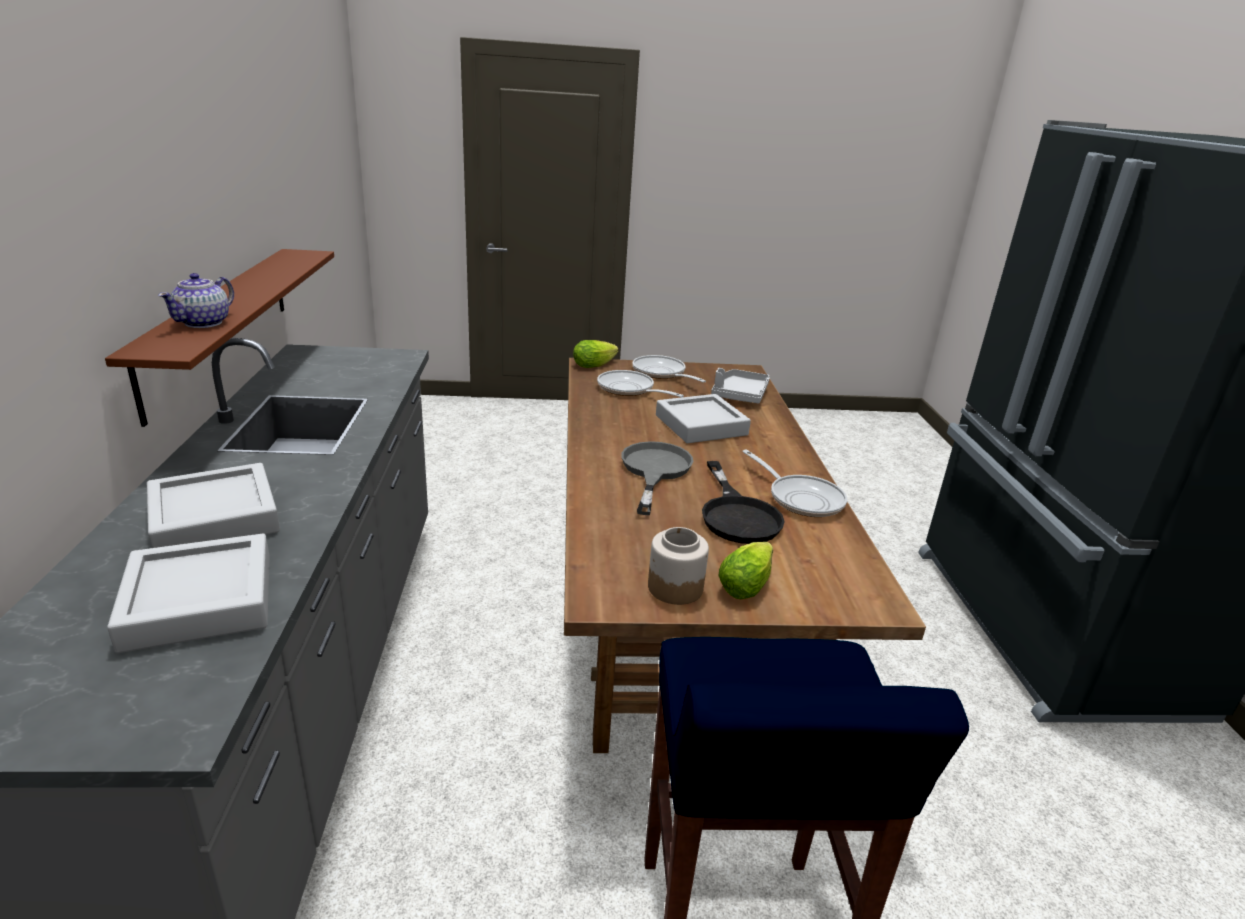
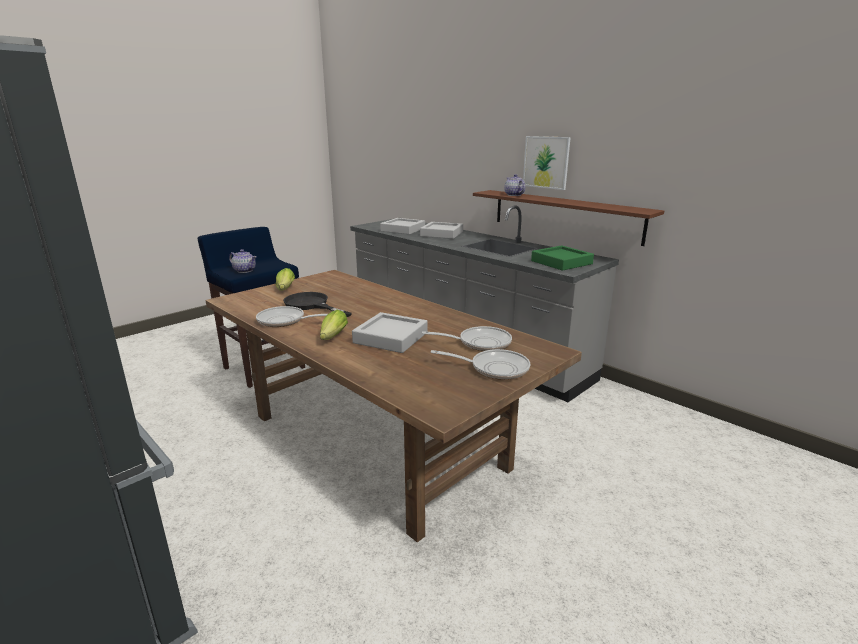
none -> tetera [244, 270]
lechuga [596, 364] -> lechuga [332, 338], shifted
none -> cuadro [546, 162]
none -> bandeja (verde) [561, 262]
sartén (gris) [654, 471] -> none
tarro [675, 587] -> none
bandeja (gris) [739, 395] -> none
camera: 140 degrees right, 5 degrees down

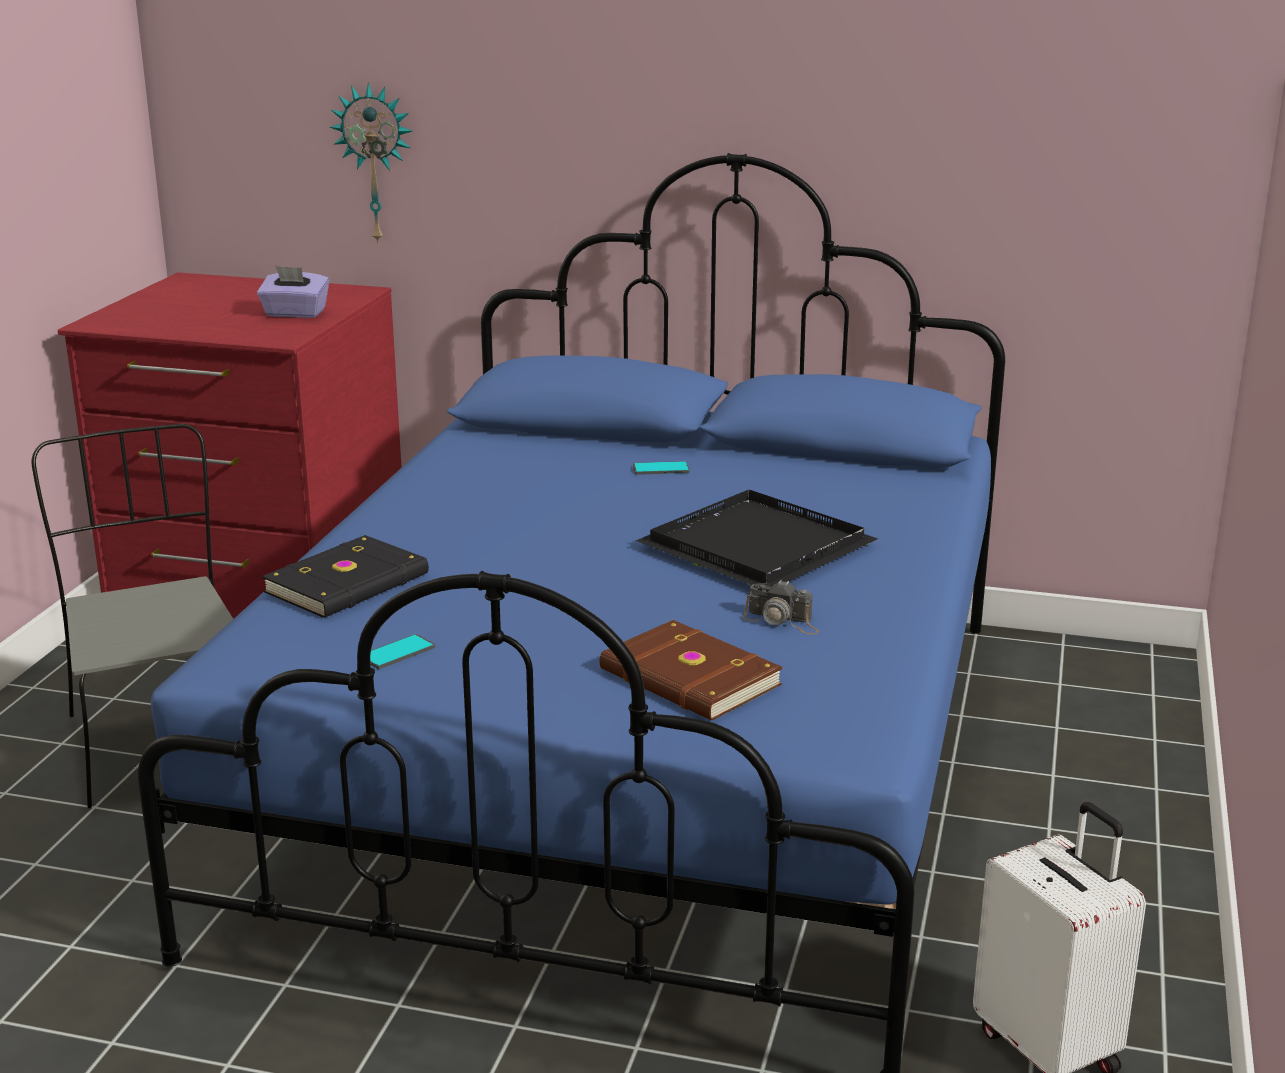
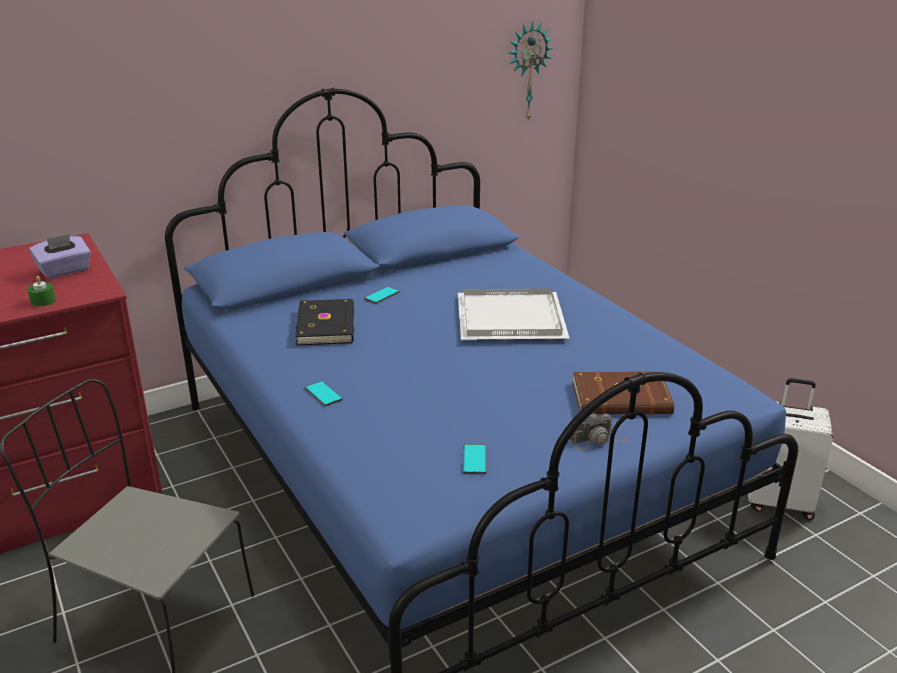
none -> vela (verde) [43, 301]
libro (negro) [349, 584] -> libro (negro) [327, 325], shifted
none -> móvil [323, 394]
bandeja (negro) [756, 545] -> bandeja (blanco) [508, 318]
reloj de pared [376, 163] -> reloj de pared [527, 71], shifted
cámara [782, 621] -> cámara [598, 439], shifted
camera: 45 degrees left, 5 degrees up

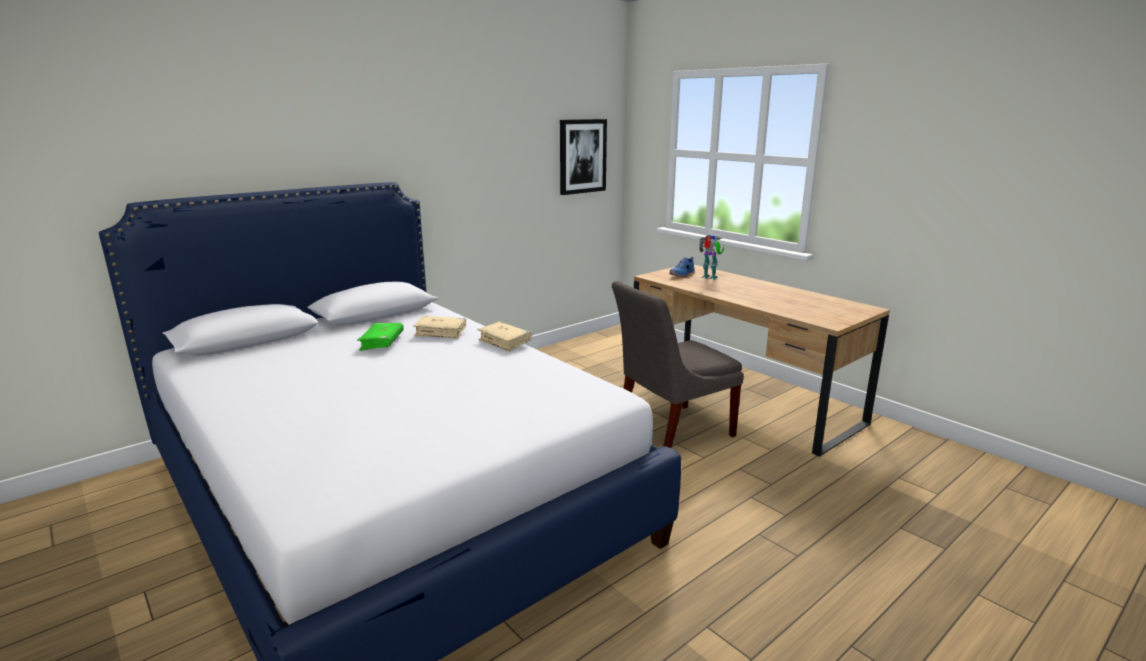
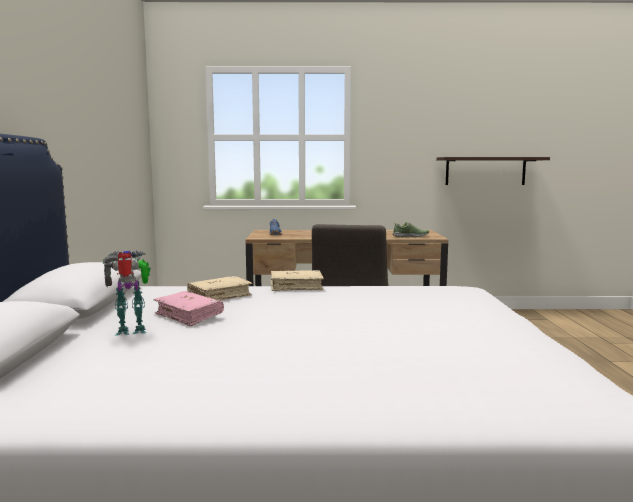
robot de juguete [709, 278] -> robot de juguete [133, 331], shifted
libro (verde) [382, 342] -> libro (rosa) [189, 316]
none -> zapato [410, 237]
none -> estante [485, 171]
cuadro [582, 156] -> none
camera: 50 degrees left, 10 degrees down

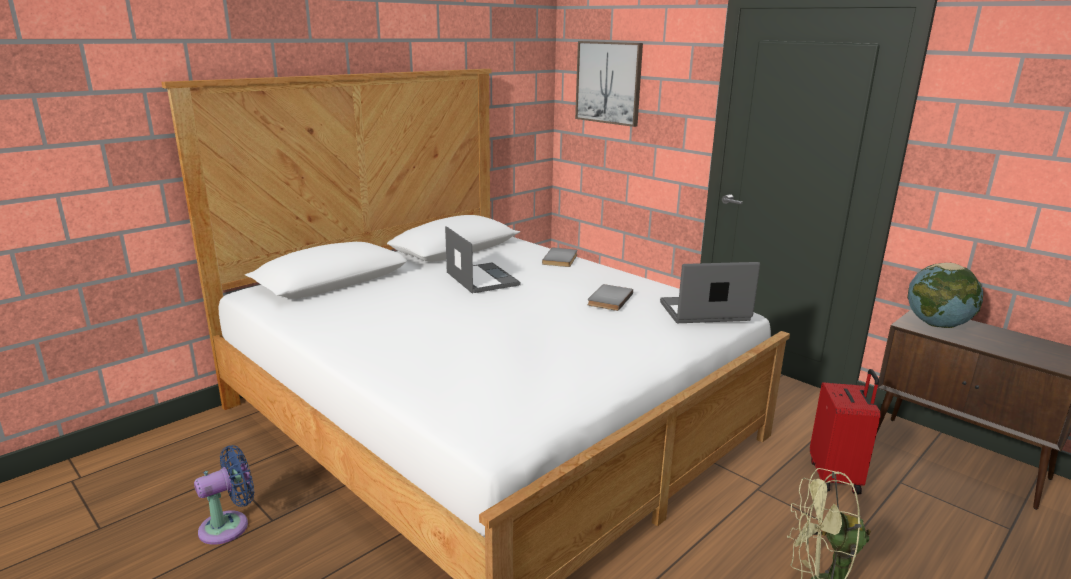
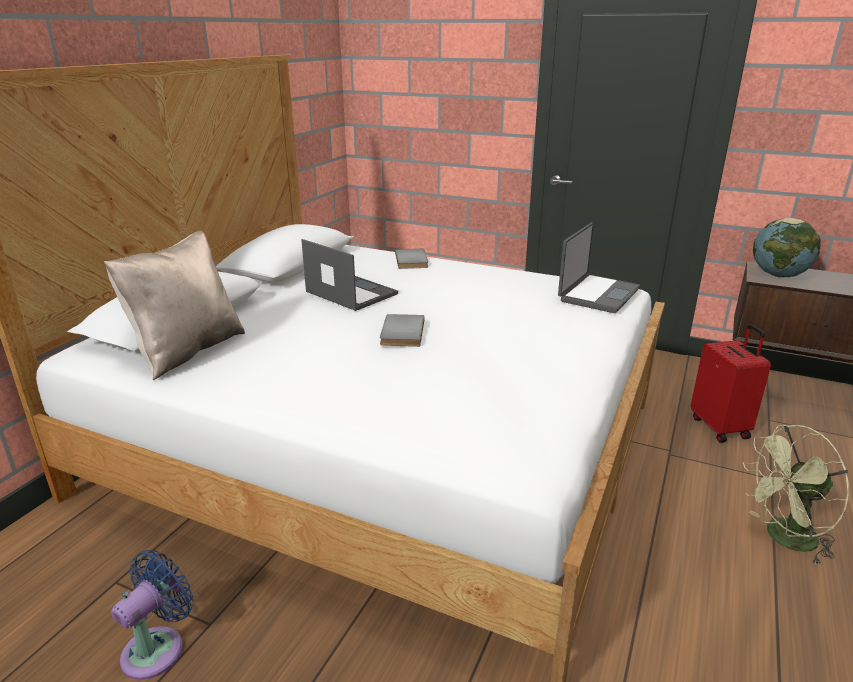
none -> cojín (beis) [187, 350]
libro (gris) [608, 299] -> libro (gris) [400, 333], shifted
portátil [704, 312] -> portátil [597, 294], 150 degrees clockwise
cuadro [609, 82] -> none
camera: 20 degrees left, 5 degrees up

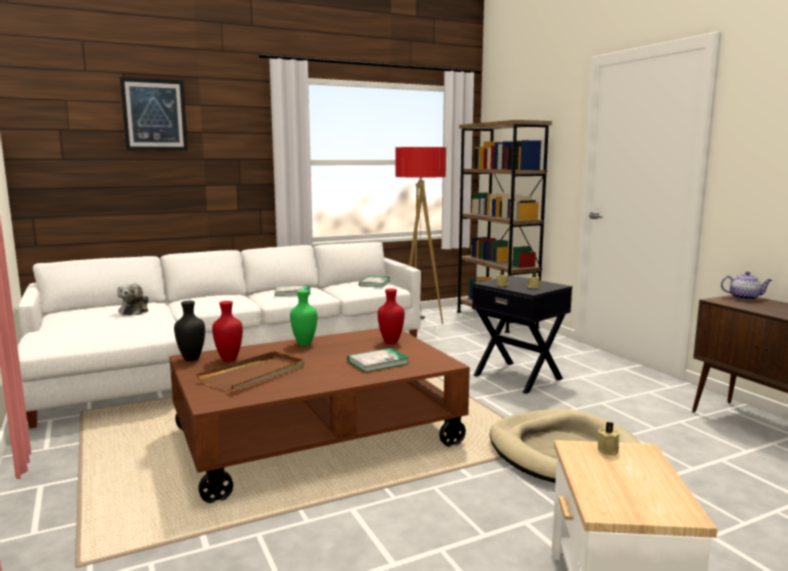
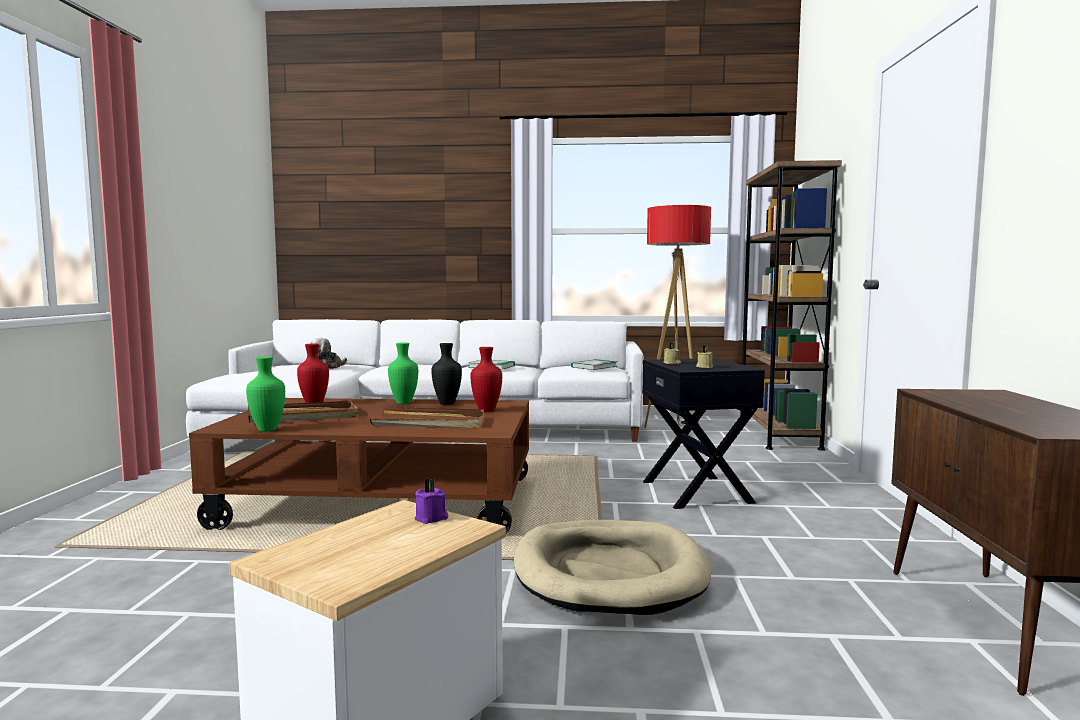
none -> florero (verde) [268, 430]
libro [378, 362] -> bandeja (marrón) [429, 422]
vela (beis) [609, 450] -> vela (morado) [432, 518]
florero (negro) [192, 359] -> florero (negro) [448, 403], shifted
cuadro [154, 115] -> none
tetera [745, 298] -> none
camera: 30 degrees right, 5 degrees down

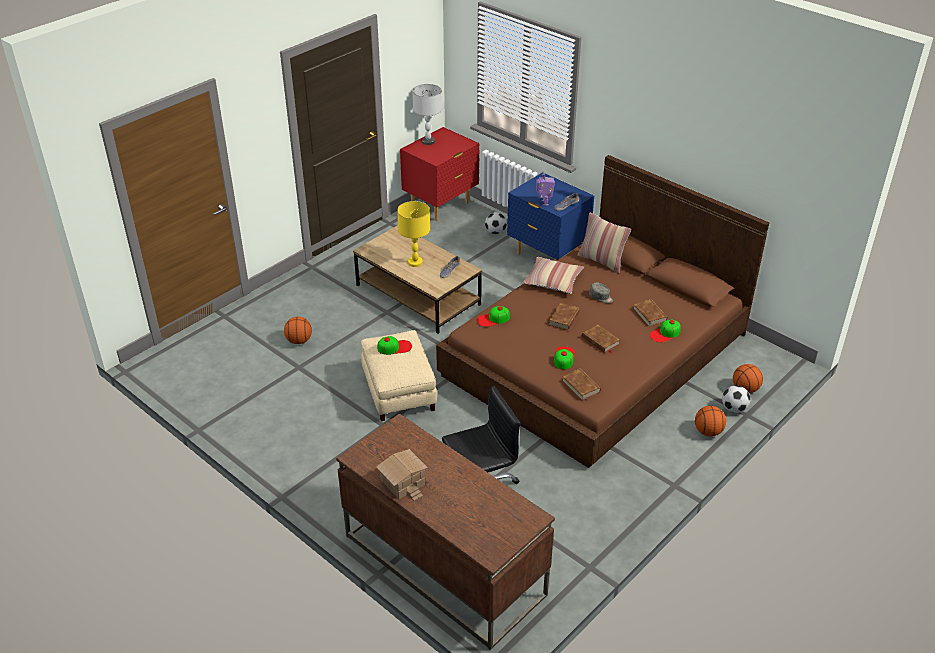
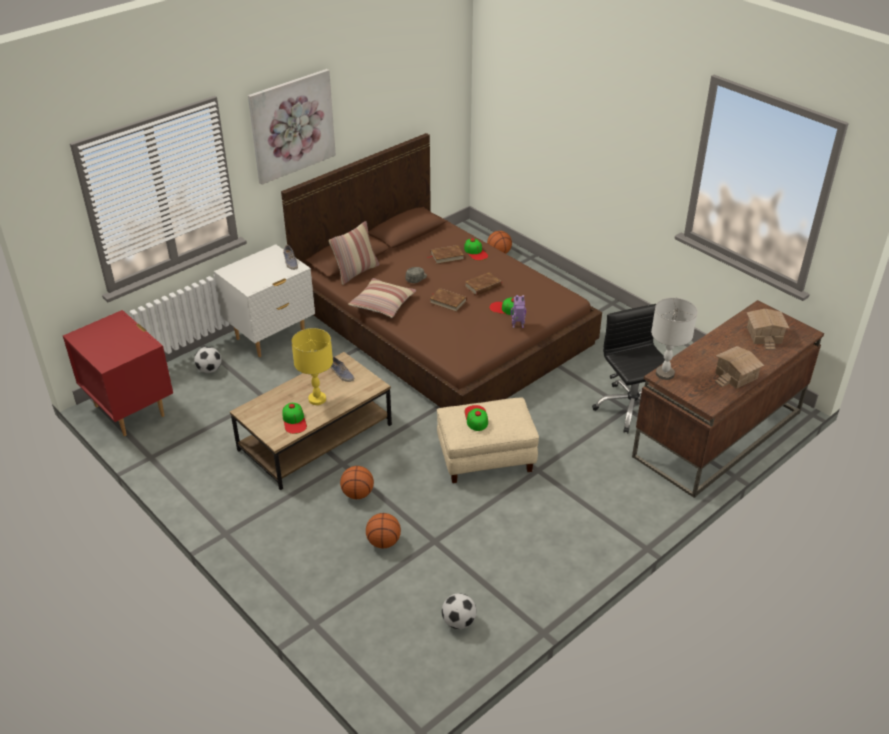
mesita de noche (azul) [547, 256] -> mesita de noche (blanco) [271, 337]
none -> cuadro [292, 126]
gorra [493, 319] -> gorra [294, 421], shifted
balón de baloncesto [708, 432] -> balón de baloncesto [357, 494], shifted
balón de fútbol [733, 409] -> balón de fútbol [458, 622], shifted
robot de juguete [544, 203] -> robot de juguete [518, 326], shifted
lámpara de mesa (gris) [428, 141] -> lámpara de mesa (gris) [664, 373], shifted
none -> casita [765, 335]
libro (marrón) [580, 386] -> none
camera: 85 degrees left, 0 degrees up

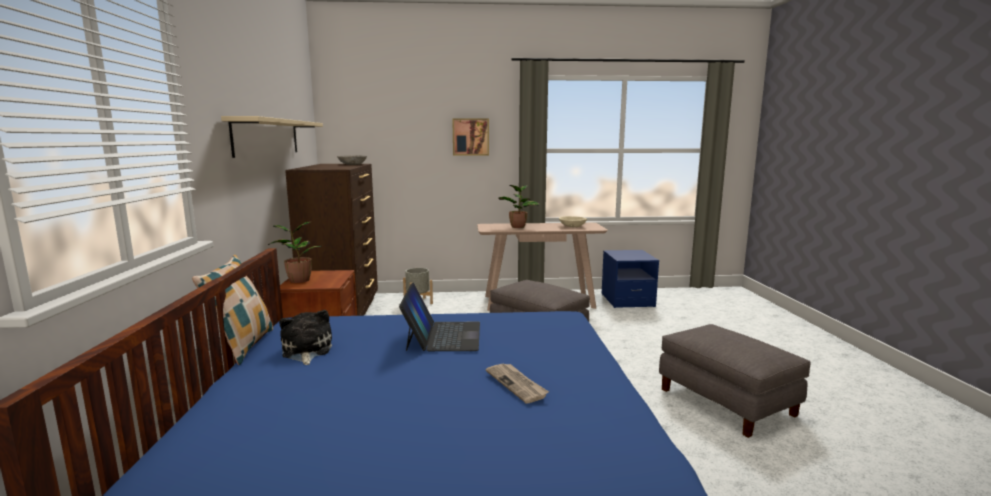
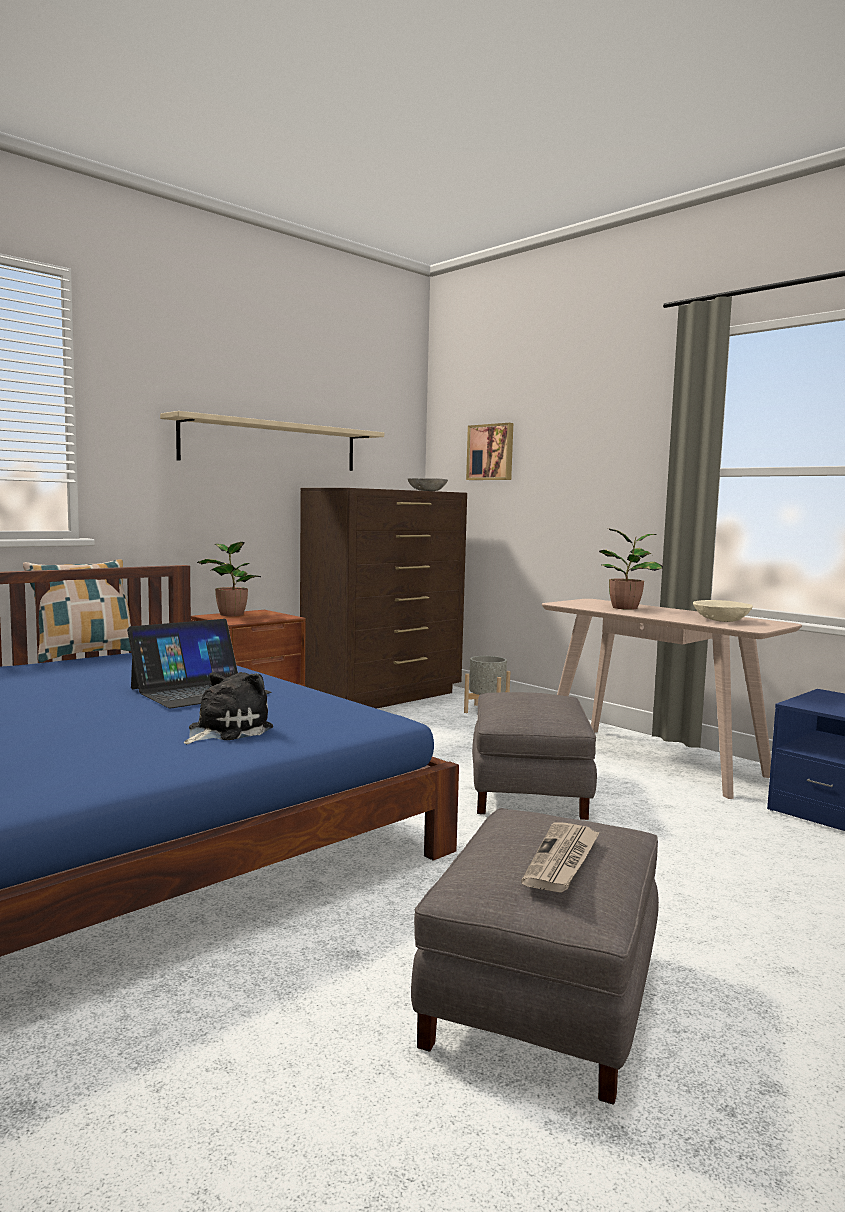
peluche [306, 350] -> peluche [225, 730], shifted
cuadro [470, 137] -> cuadro [491, 452], shifted
periódico [517, 384] -> periódico [562, 860], shifted
camera: 50 degrees right, 5 degrees down

